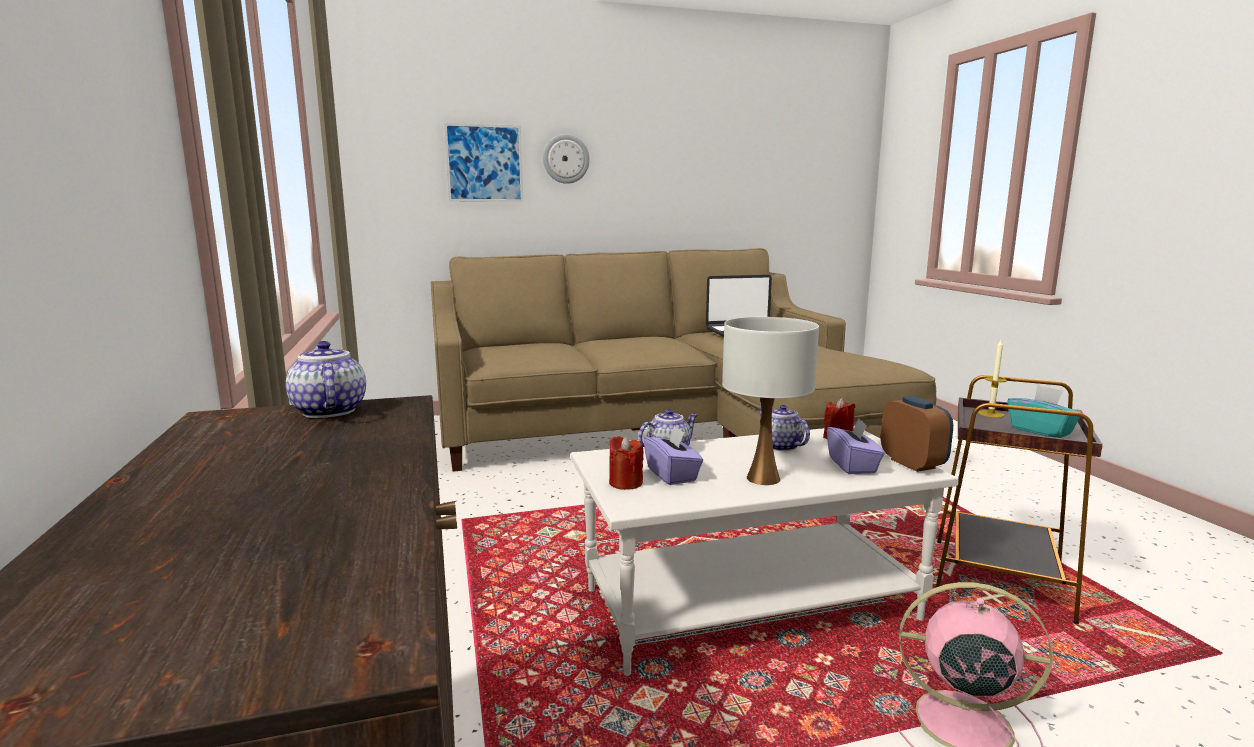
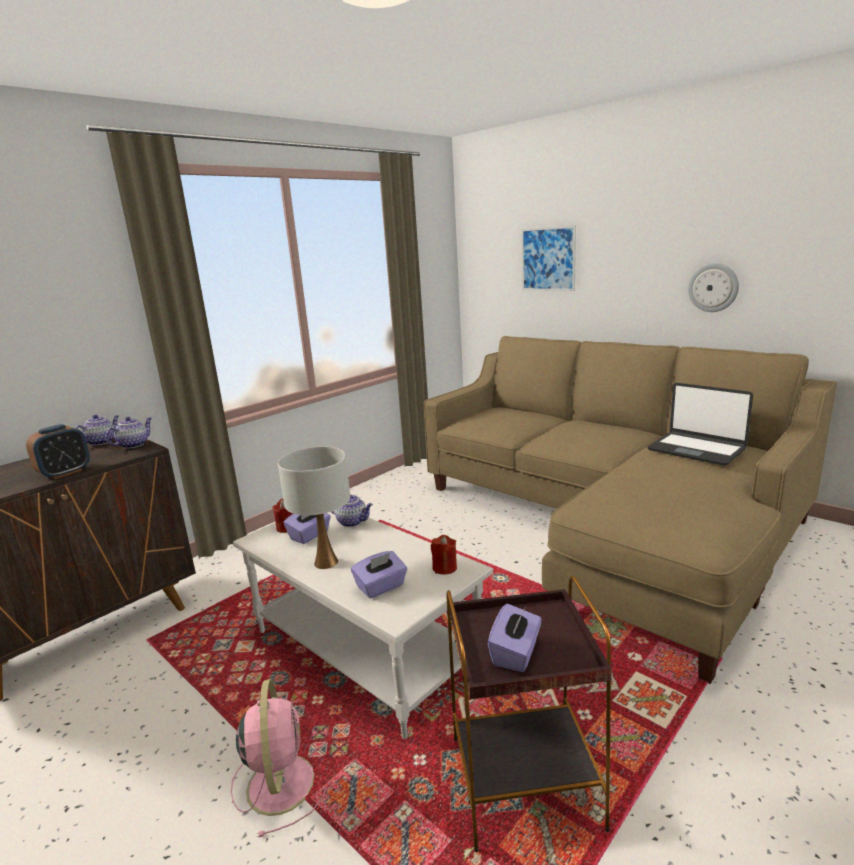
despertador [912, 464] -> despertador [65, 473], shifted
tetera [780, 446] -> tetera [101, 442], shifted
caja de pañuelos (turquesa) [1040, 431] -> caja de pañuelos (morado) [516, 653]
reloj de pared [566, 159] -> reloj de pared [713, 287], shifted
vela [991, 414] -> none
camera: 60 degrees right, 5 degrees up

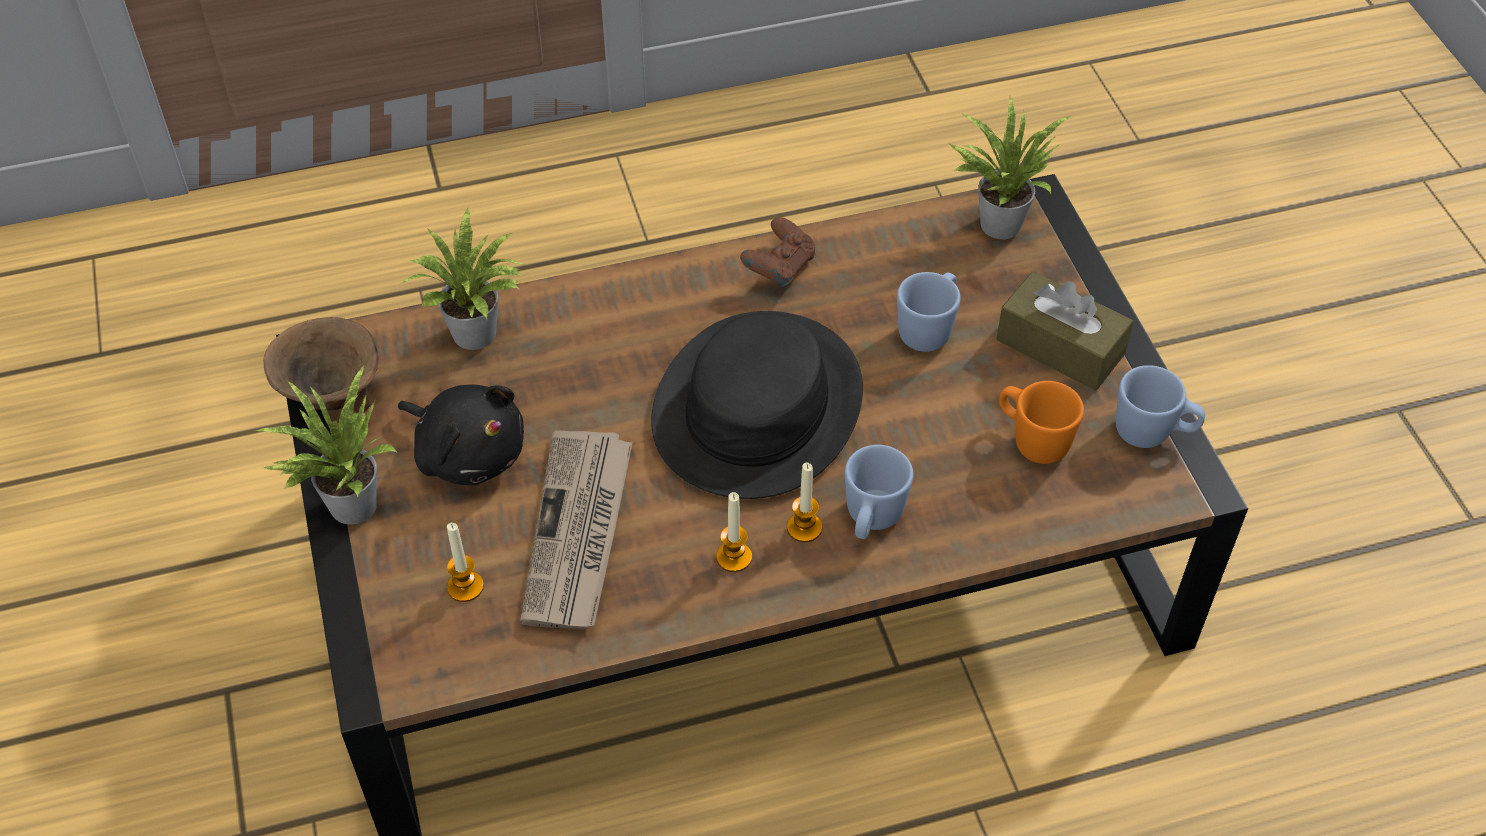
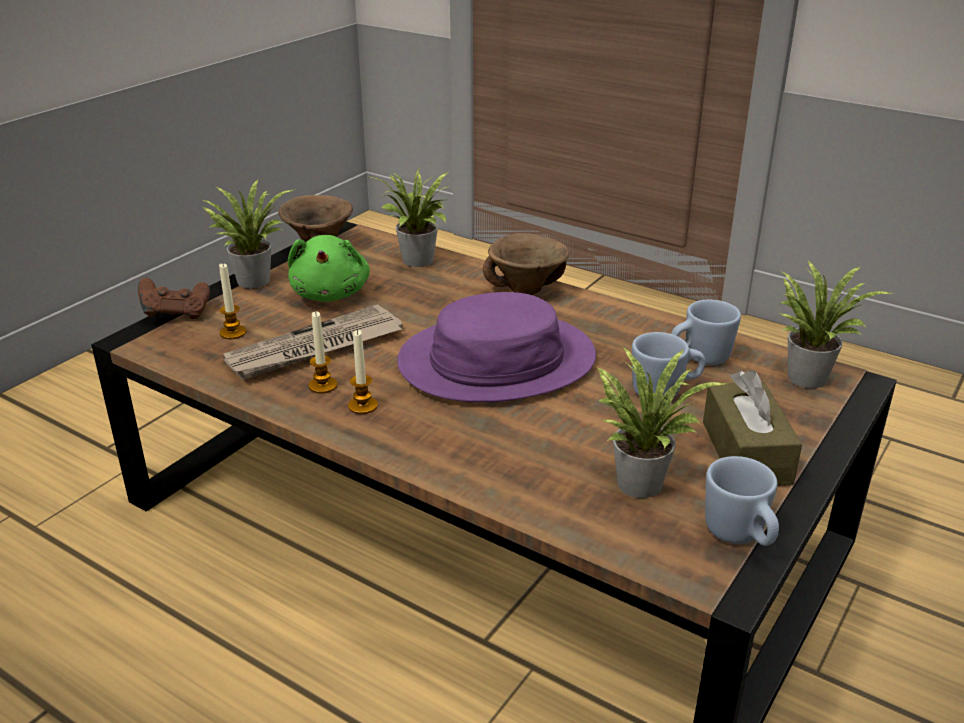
mando de consola (marrón) [779, 269] -> mando de consola (marrón) [176, 314], shifted
peluche (negro) [468, 453] -> peluche (verde) [331, 293]
vela [804, 528] -> vela [323, 386], shifted
sombrero (negro) [756, 407] -> sombrero (morado) [496, 360]
none -> cuenco (marrón) [526, 290]
taza grande (naranja) [1032, 440] -> planta en maceta [638, 480]
taza grande (azul) [871, 520] -> taza grande (azul) [699, 358], shifted
camera: 50 degrees right, 20 degrees down

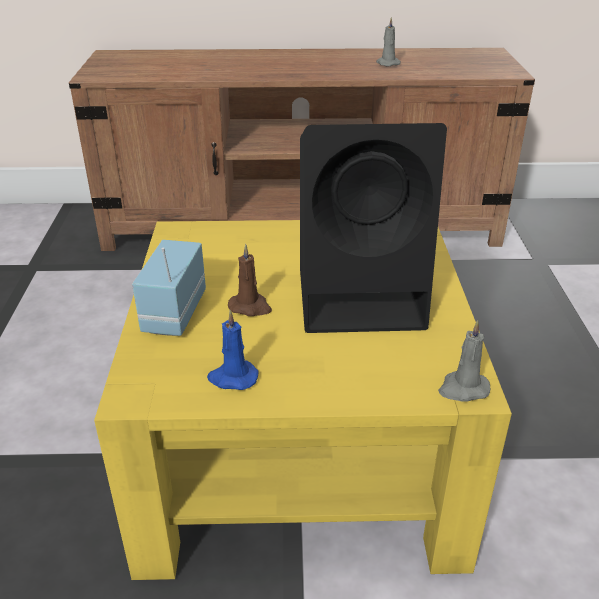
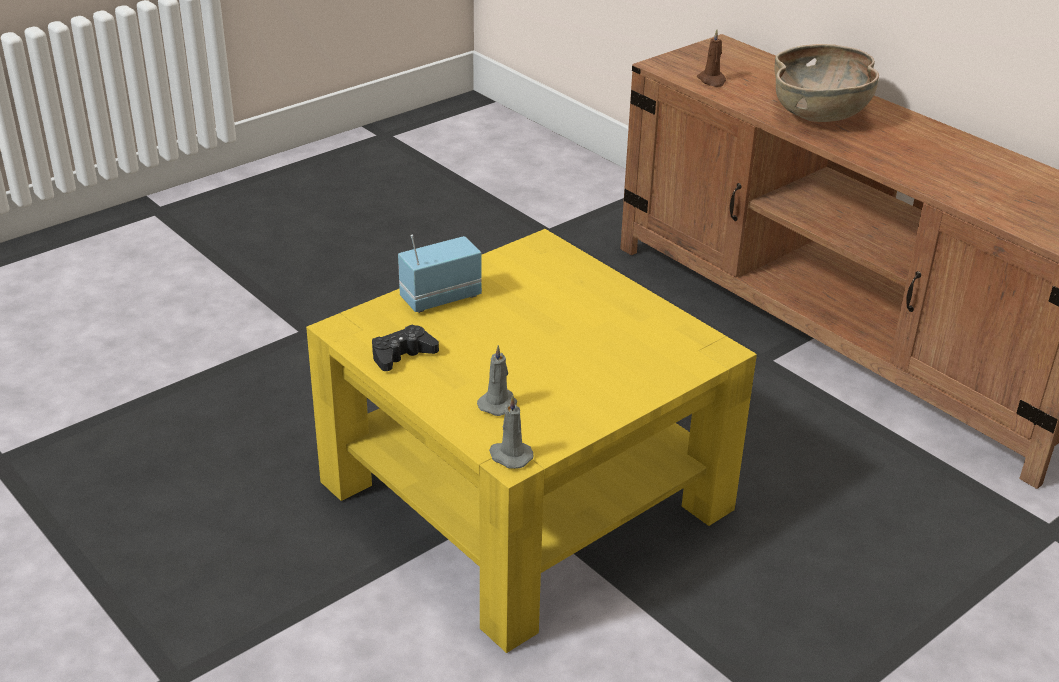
vela (azul) [232, 378] -> mando de consola (negro) [402, 355]
vela (gris) [387, 63] -> vela (gris) [498, 403], shifted
vela (marrón) [250, 307] -> vela (marrón) [712, 80], shifted
none -> cuenco (marrón) [819, 113]
altavoz (negro) [363, 296] -> none
camera: 50 degrees right, 0 degrees up

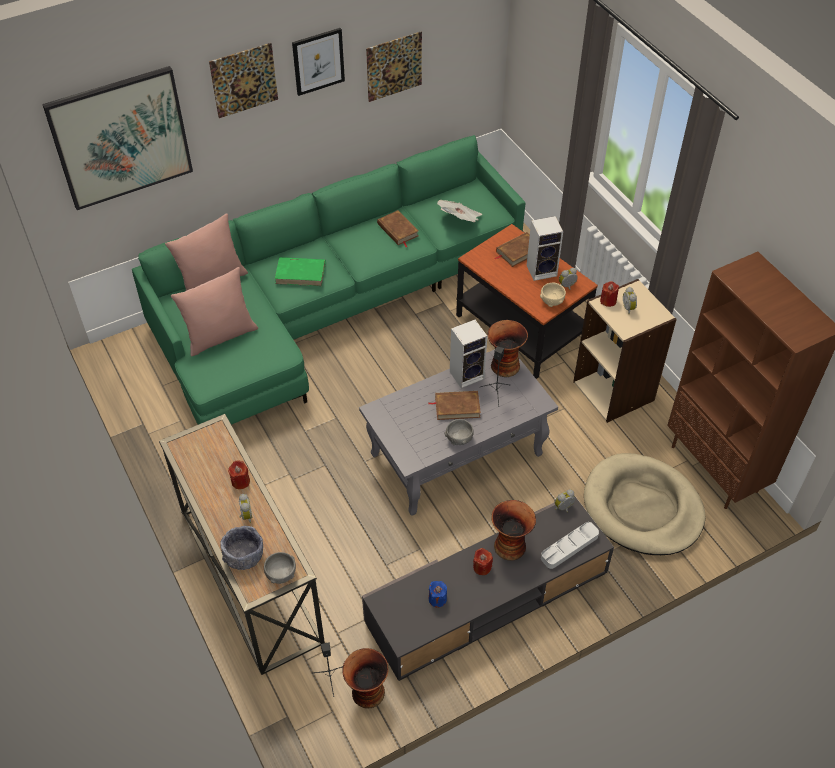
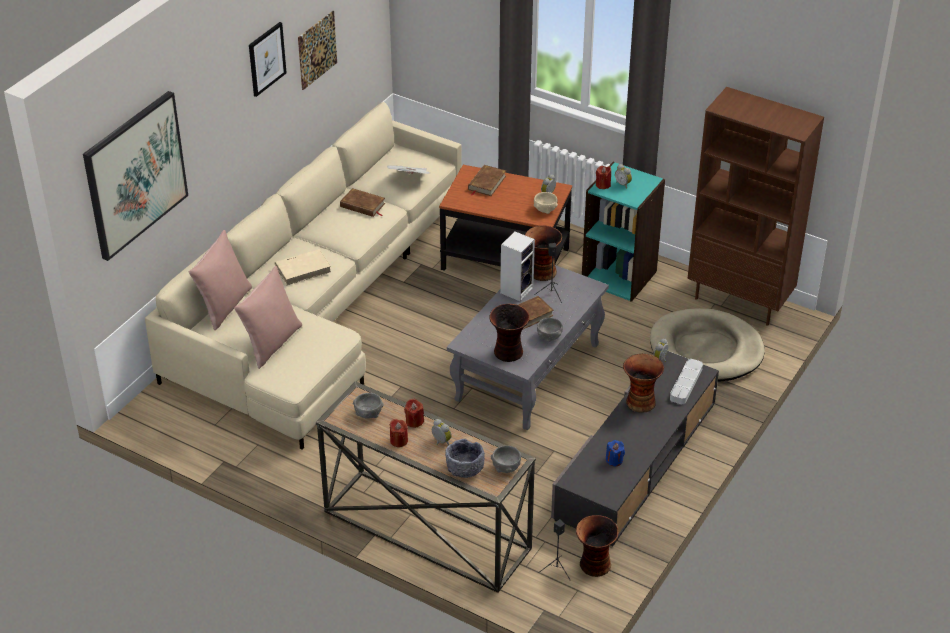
sofá (verde) [325, 308] -> sofá (beis) [317, 307]
libro (verde) [301, 273] -> libro (beis) [303, 269]
none -> cuenco (gris) [368, 414]
vela (rojo) [482, 567] -> vela (rojo) [399, 441], shifted
none -> florero [509, 353]
estantería (beis) [614, 391] -> estantería (turquesa) [619, 276]
cuadro [244, 80] -> none
altavoz [542, 270] -> none
camera: 30 degrees left, 10 degrees down

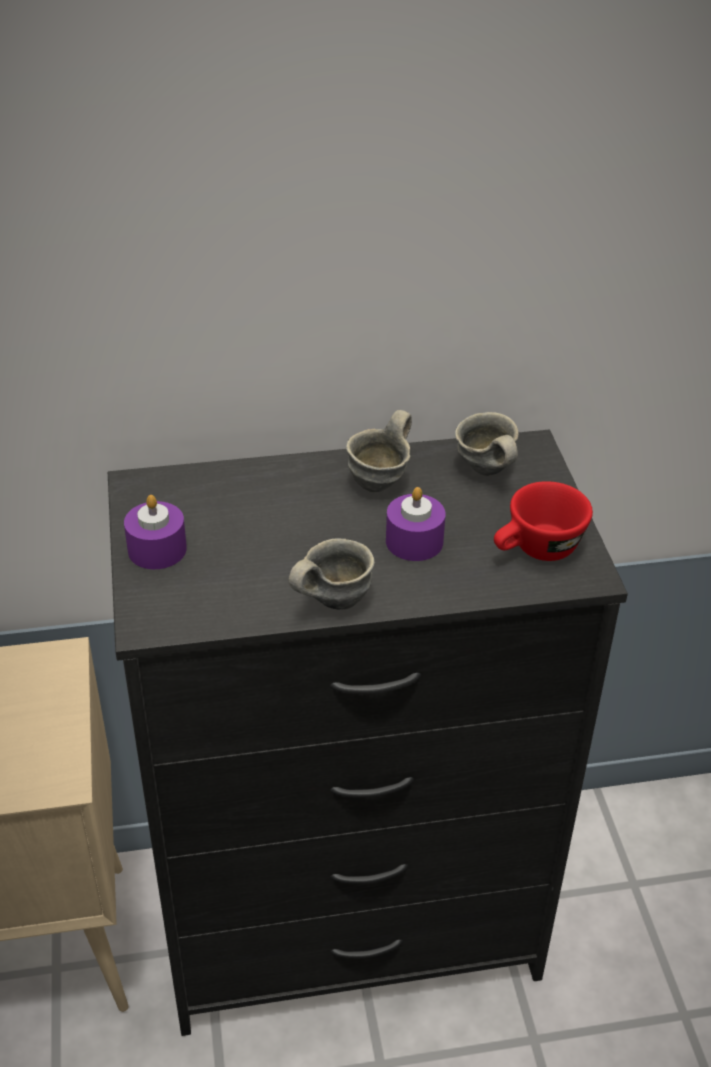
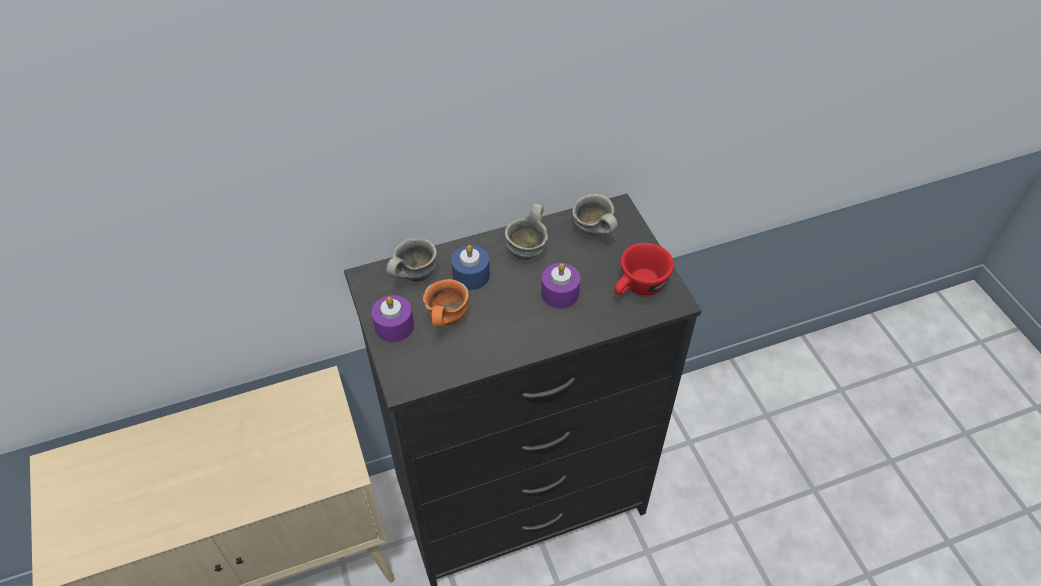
taza grande (gris) [330, 600] -> taza grande (gris) [413, 276], shifted
none -> taza grande (naranja) [444, 320]
none -> vela (azul) [471, 275]
camera: 10 degrees left, 10 degrees up

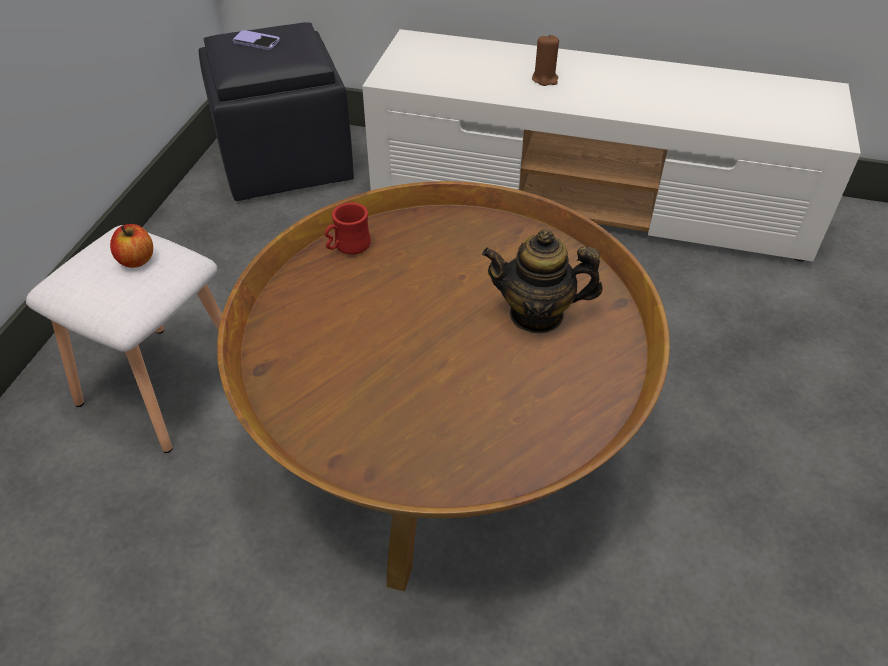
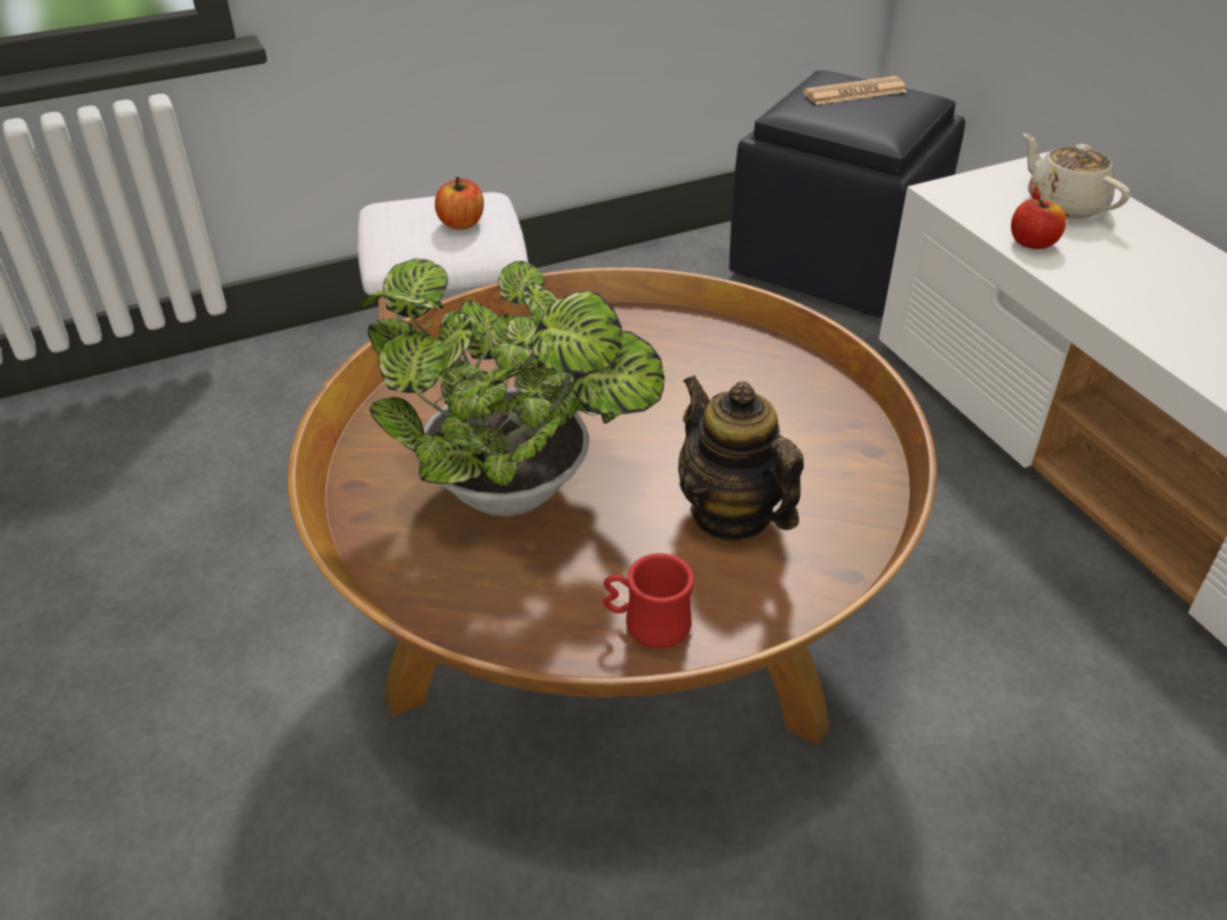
none -> planta en maceta [519, 492]
taza grande (rojo) [347, 247] -> taza grande (rojo) [646, 624], shifted
móvil [256, 42] -> periódico [855, 92]
none -> manzana [1032, 243]
none -> tetera (beis) [1064, 204]
vela (marrón) [545, 79] -> none
camera: 50 degrees right, 5 degrees down

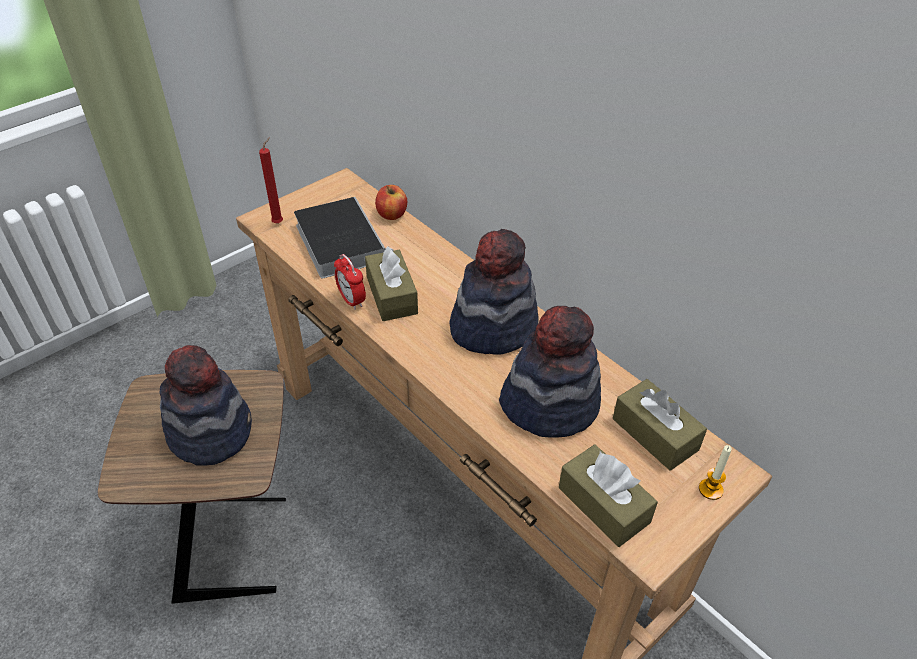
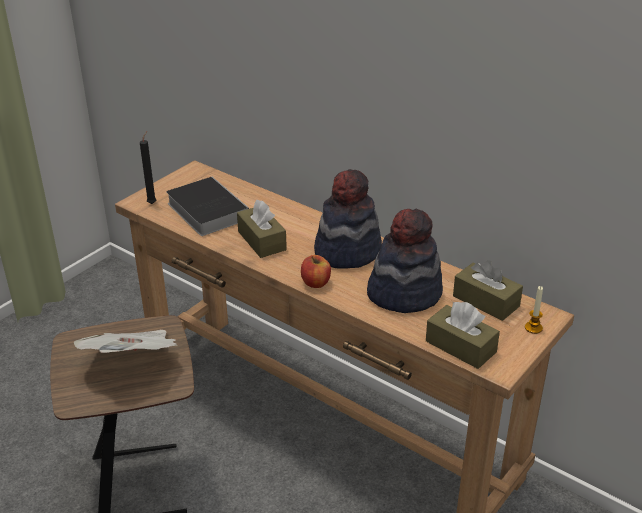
sombrero [211, 431] -> periódico [133, 361]
vela (rojo) [279, 222] -> vela (negro) [153, 203]
manzana [392, 214] -> manzana [316, 283], shifted
despertador [351, 300] -> none
camera: 10 degrees left, 10 degrees down

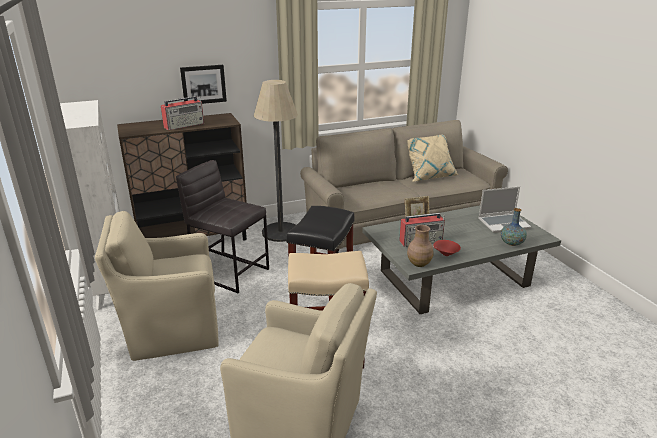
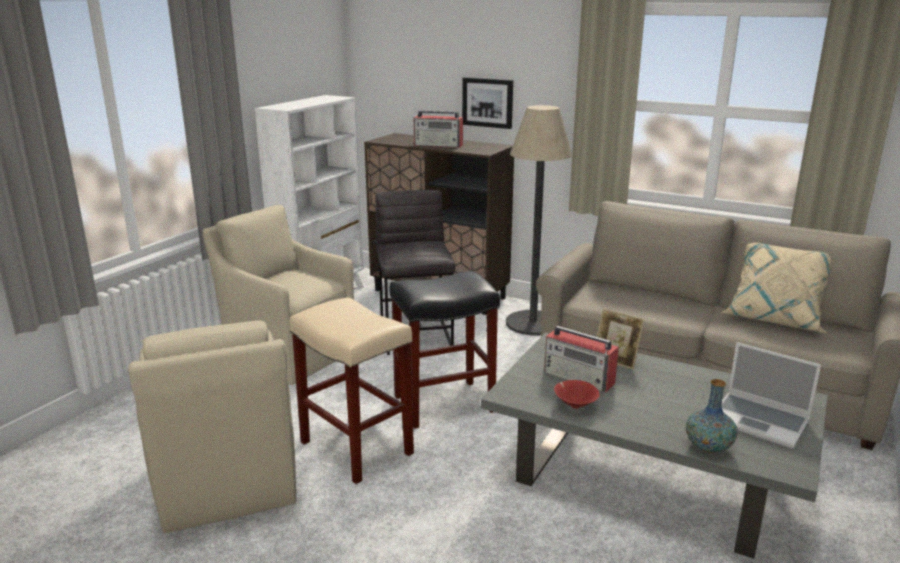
florero (marrón) [418, 263] -> none
camera: 50 degrees right, 5 degrees down

